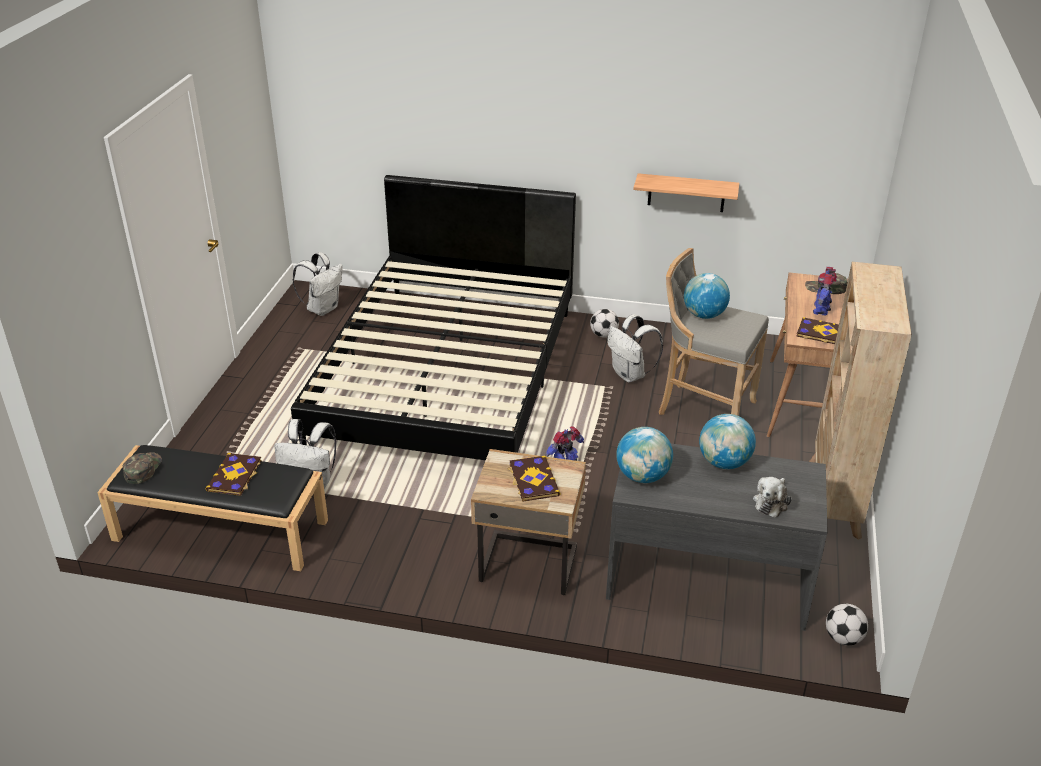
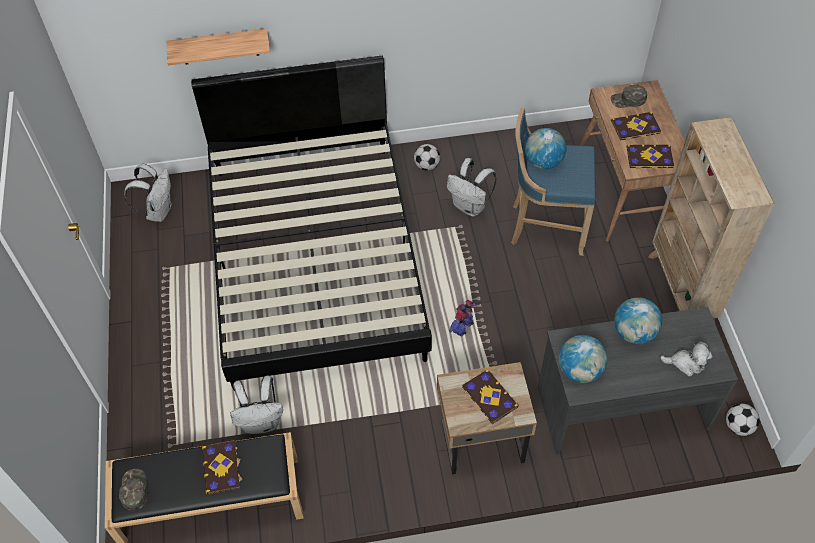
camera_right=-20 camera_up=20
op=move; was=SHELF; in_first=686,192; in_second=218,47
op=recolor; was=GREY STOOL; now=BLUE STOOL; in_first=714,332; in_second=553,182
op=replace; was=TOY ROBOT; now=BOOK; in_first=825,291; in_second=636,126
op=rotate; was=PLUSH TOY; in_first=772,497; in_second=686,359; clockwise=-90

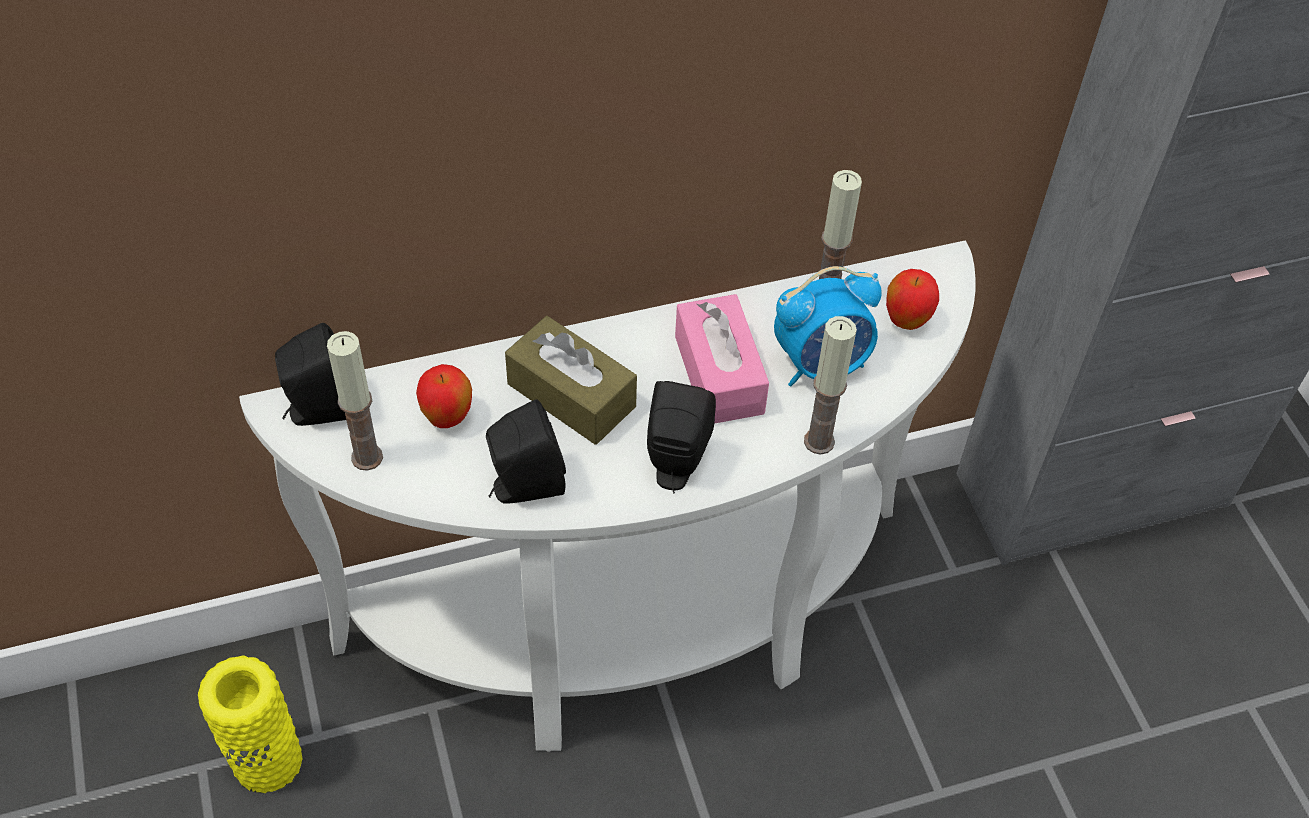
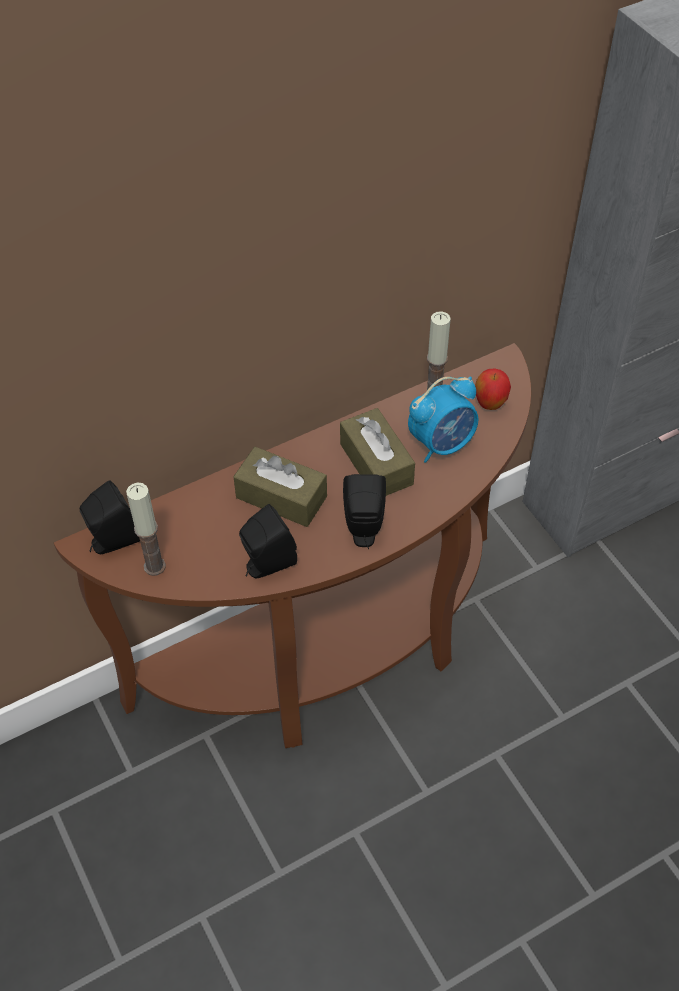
camera_right=-10 camera_up=0
op=recolor; was=WHITE CONSOLE TABLE; now=BROWN CONSOLE TABLE; in_first=607,496; in_second=292,545
op=recolor; was=PINK TISSUE BOX; now=BROWN TISSUE BOX; in_first=722,359; in_second=377,452
op=delete; was=YELLOW VASE; in_first=250,725
op=delete; was=APPLE; in_first=444,396
op=delete; was=CANDLE; in_first=830,385

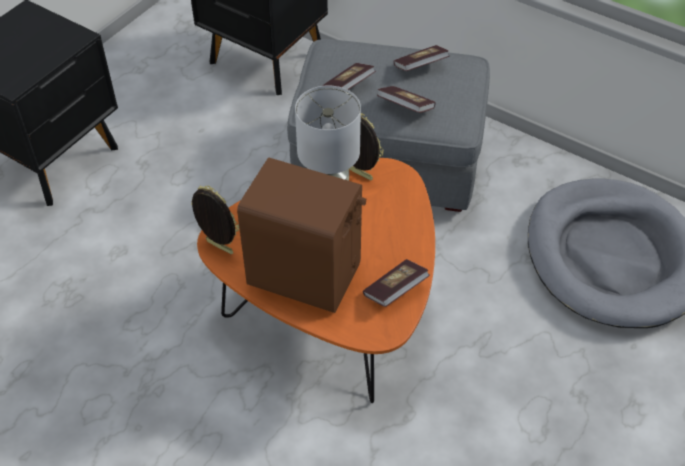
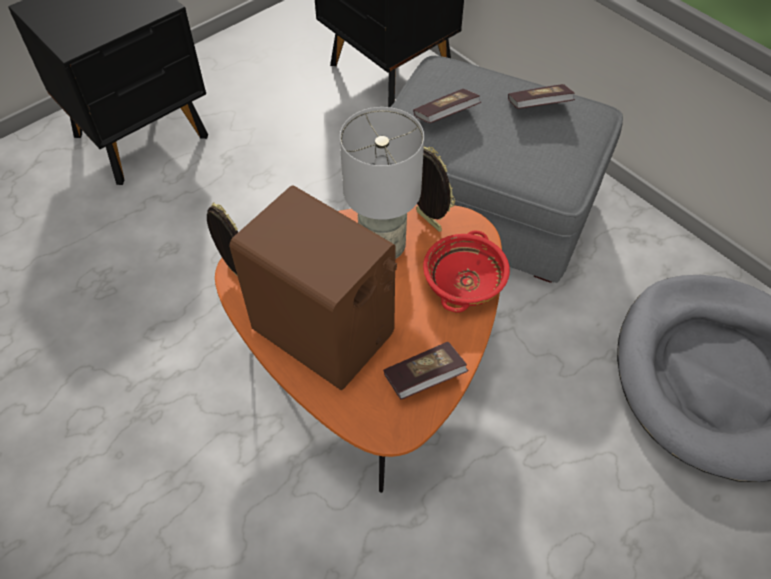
camera_right=15 camera_up=5
op=insert; now=RED BOWL; in_second=466,272
op=delete; was=BOOK; in_first=406,99

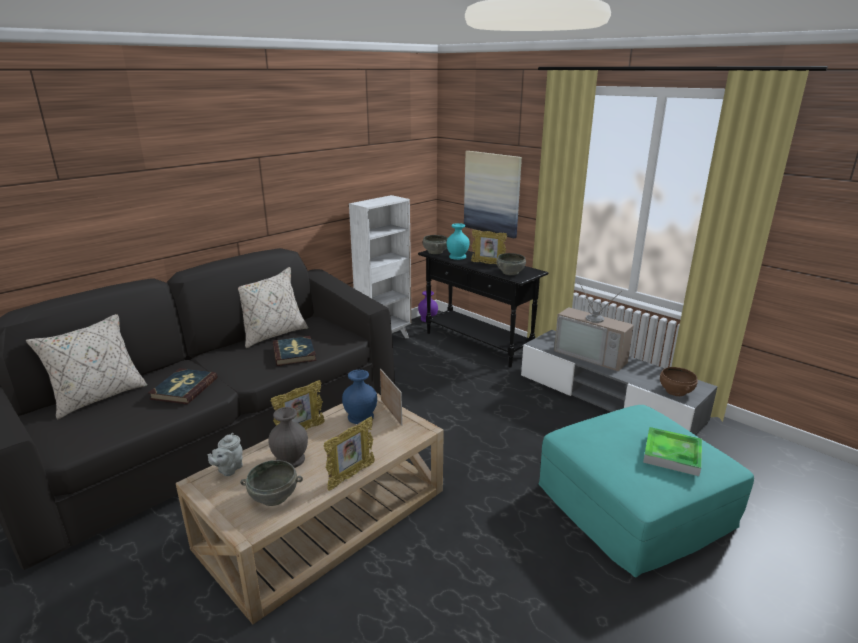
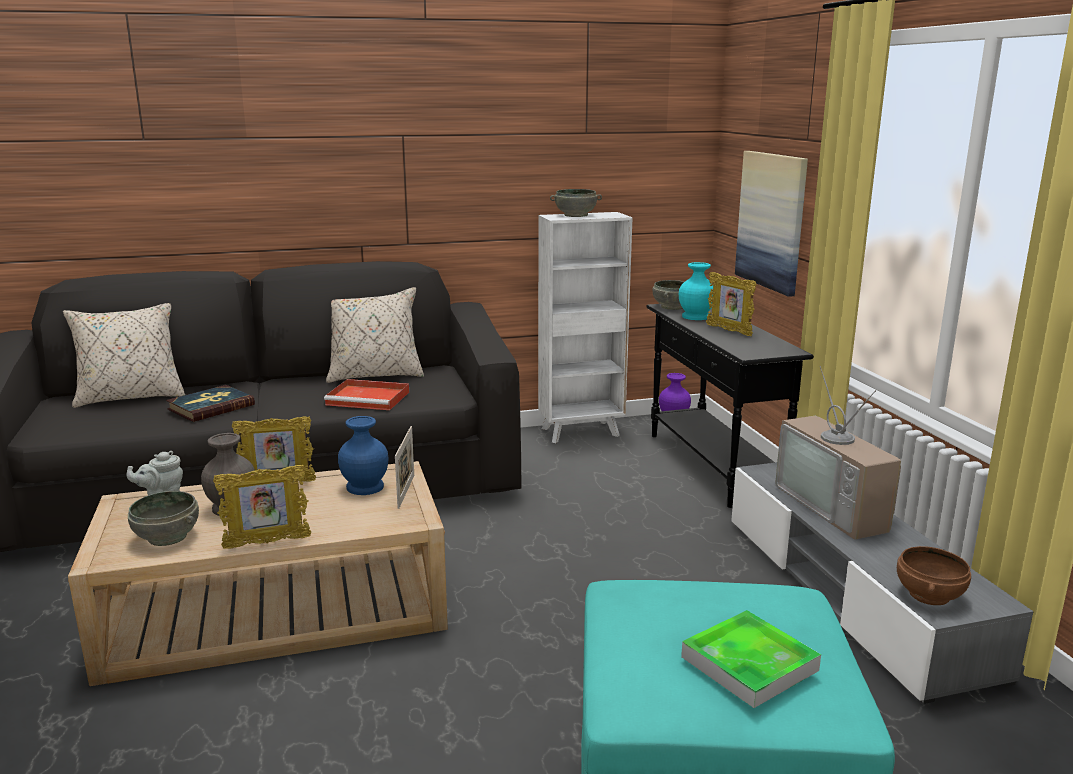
camera_right=30 camera_up=-5
op=replace; was=BOOK; now=RED TRAY; in_first=294,351; in_second=366,394
op=move; was=GREY BOWL; in_first=511,264; in_second=576,203

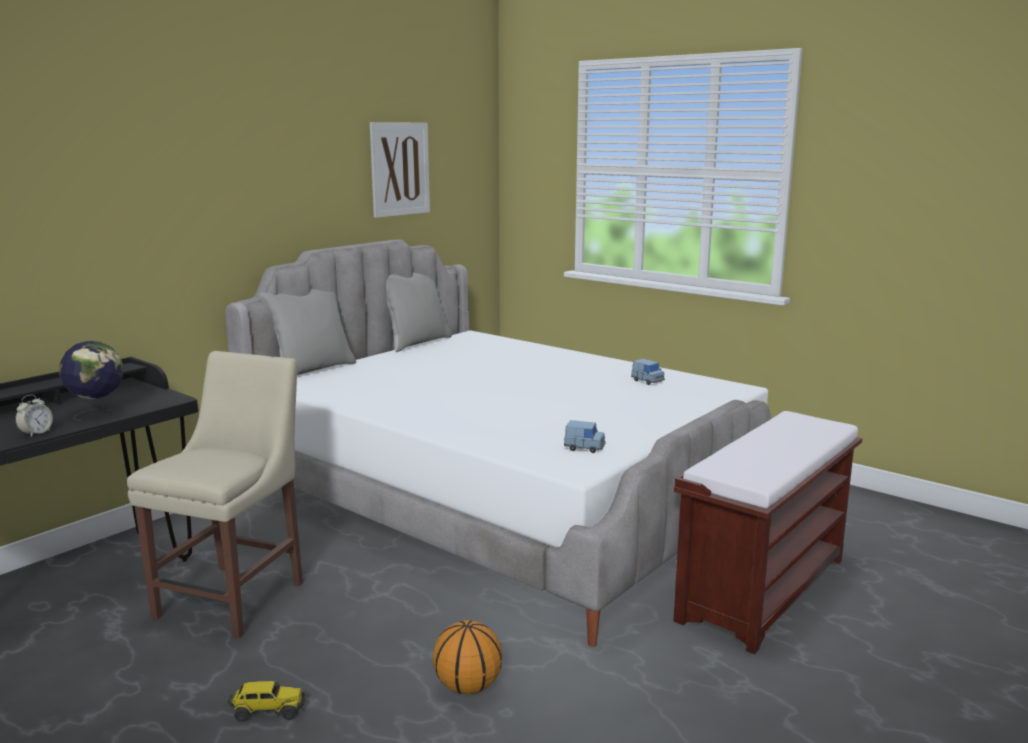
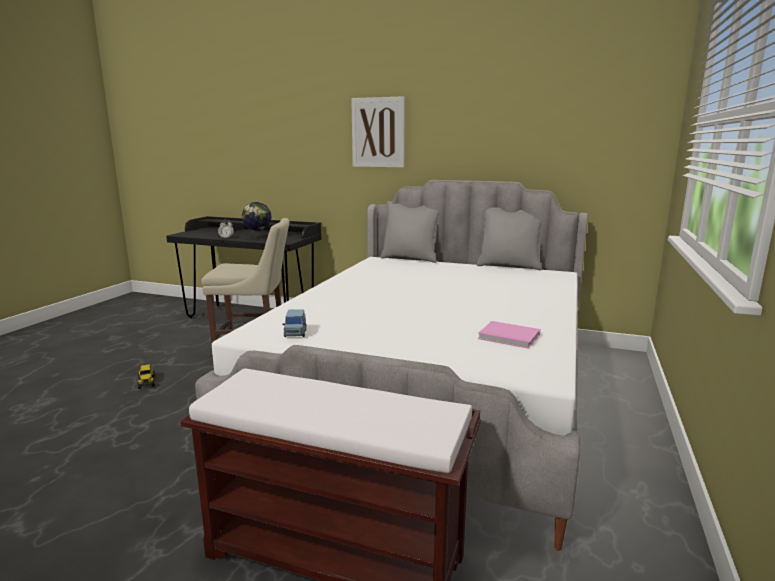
camera_right=70 camera_up=0
op=move; was=PICTURE; in_first=400,170; in_second=378,132
op=replace; was=BLUE TOY CAR; now=PINK BOOK; in_first=648,372; in_second=509,335
op=delete; was=BASKETBALL; in_first=467,657

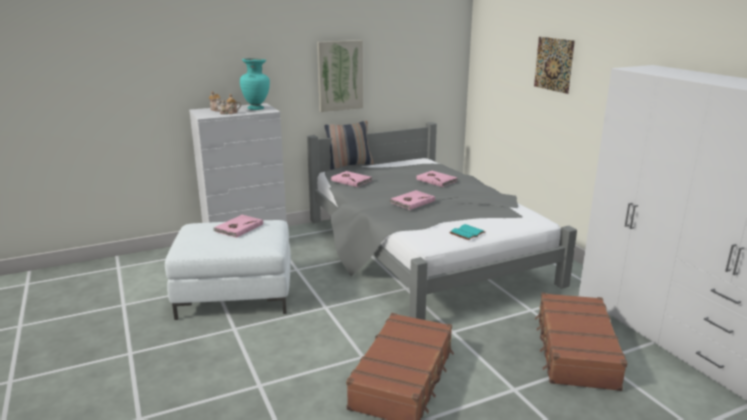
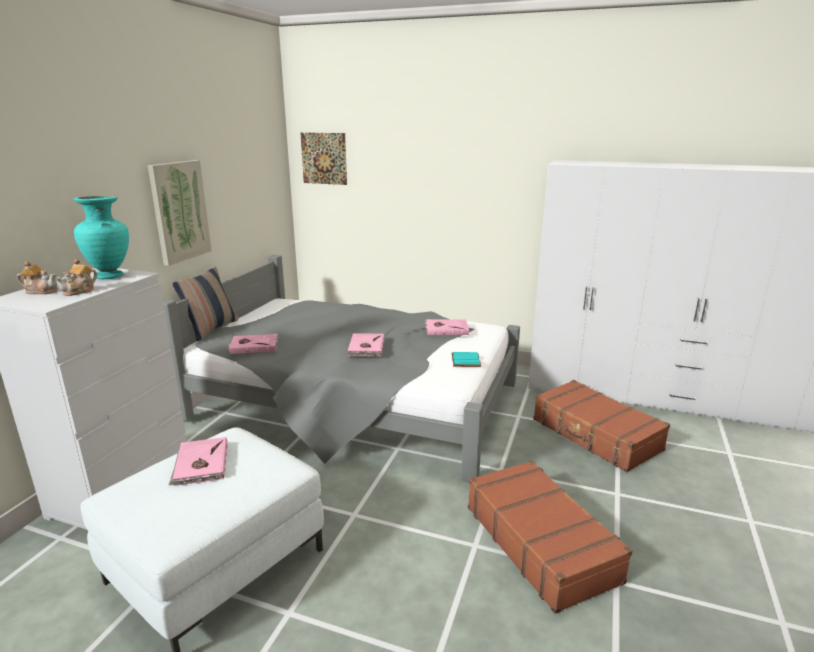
camera_right=-45 camera_up=0
op=move; was=PICTURE; in_first=554,65; in_second=323,159
op=move; was=PINK BOOK; in_first=437,179; in_second=447,327

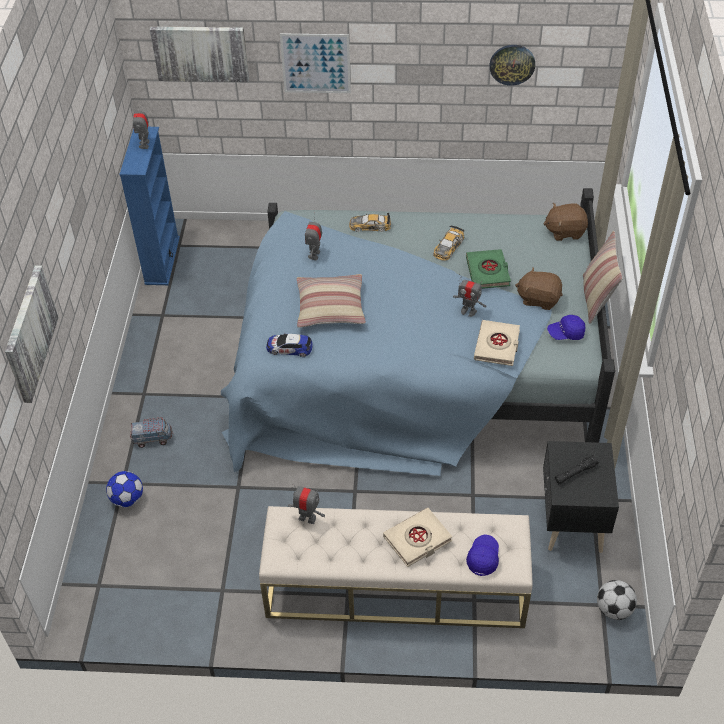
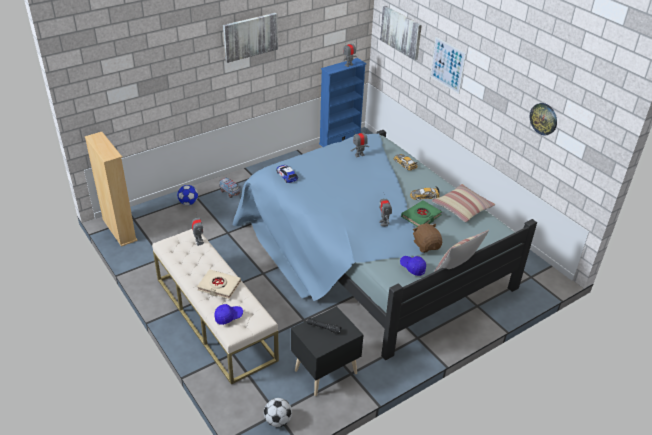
camera_right=50 camera_up=-10
op=insert; now=BEIGE BOOKCASE; in_second=111,189
op=move; was=PICTURE; in_first=31,334; in_second=250,38
op=move; was=PILLOW; in_first=331,301; in_second=463,203
op=delete; was=BEIGE BOOK; in_first=497,343
op=delete; was=BROWN PLUSH TOY; in_first=565,222

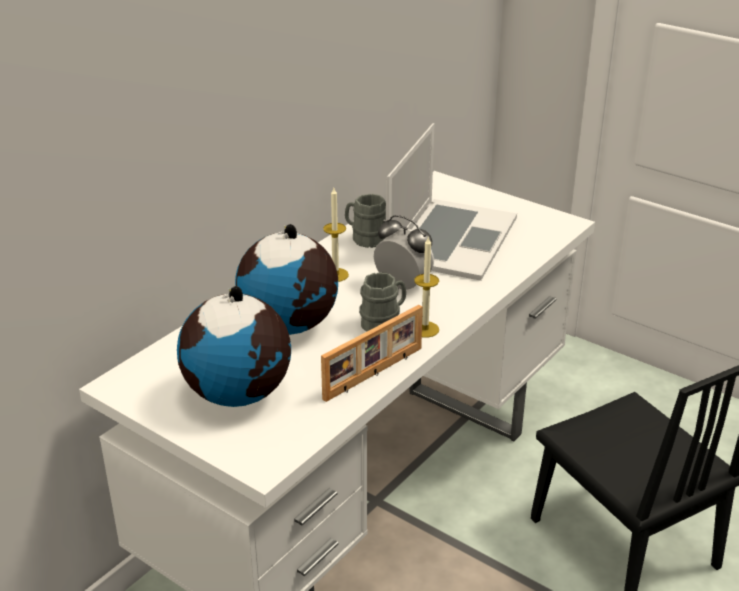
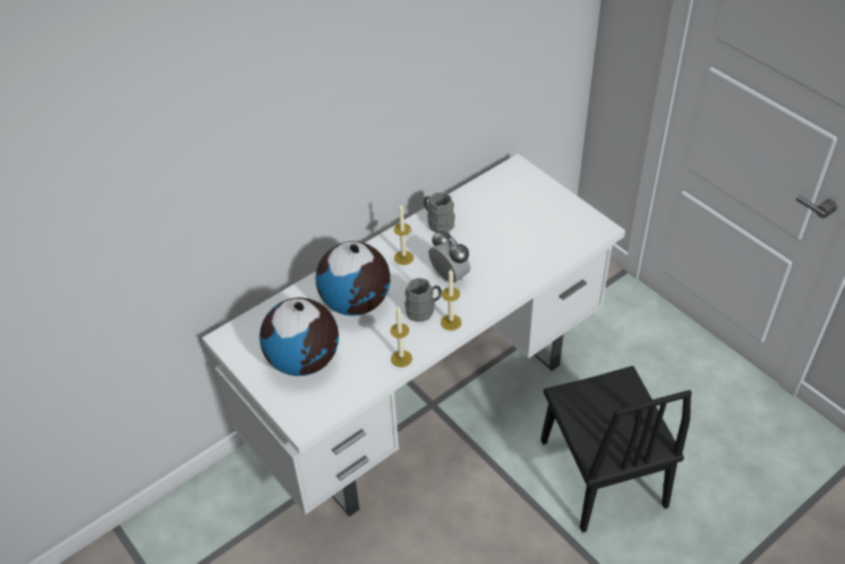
camera_right=15 camera_up=15
op=replace; was=PICTURE FRAME; now=CANDLE; in_first=372,353; in_second=401,336
op=delete; was=LAPTOP; in_first=451,202

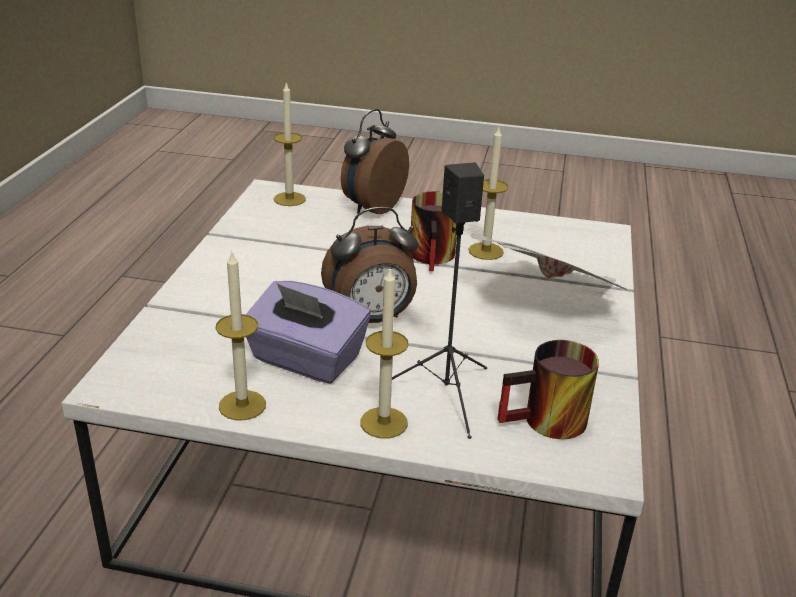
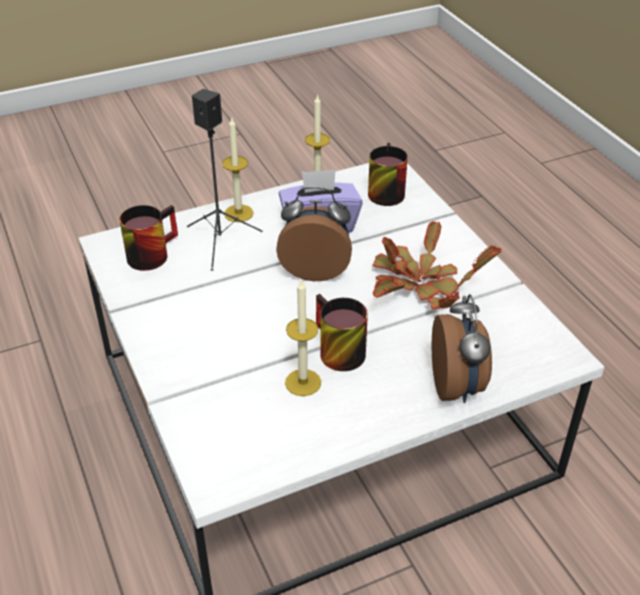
camera_right=145 camera_up=10
op=rotate; was=ALARM CLOCK; in_first=370,265; in_second=314,233; clockwise=60
op=insert; now=MUG; in_second=388,174
op=insert; now=POTTED PLANT; in_second=437,264
op=delete; was=CANDLE; in_first=290,143
op=delete; was=NEWSPAPER; in_first=549,262

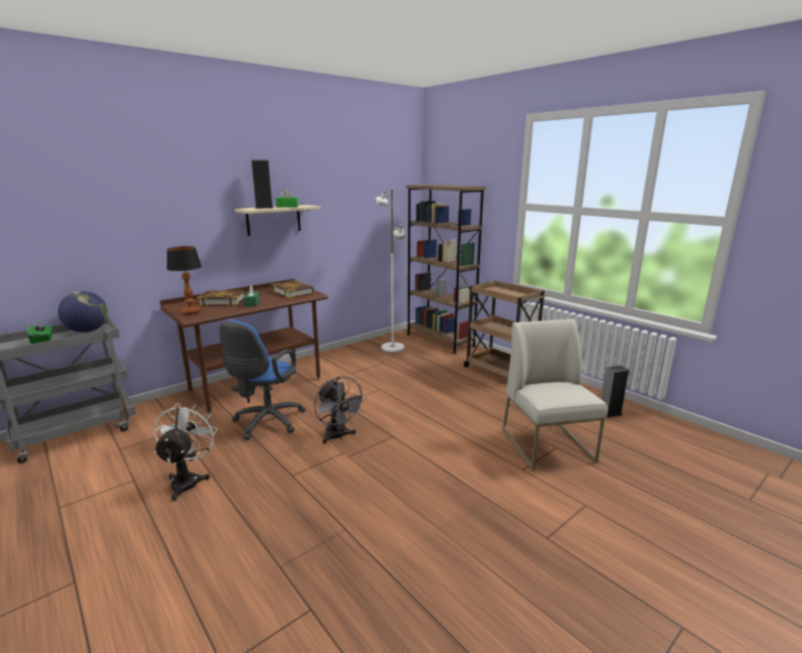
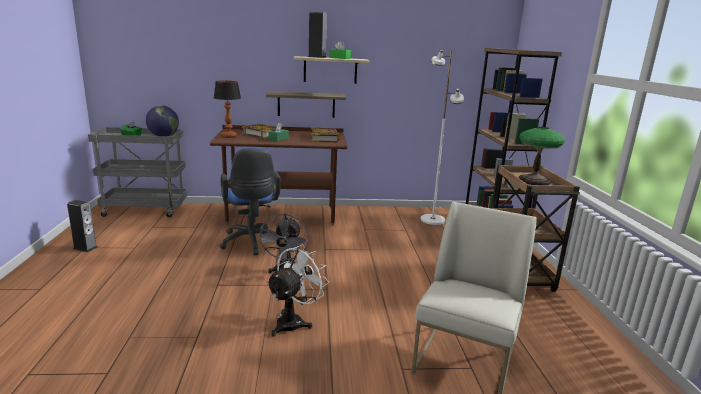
camera_right=35 camera_up=0
op=move; was=SPEAKER; in_first=615,391; in_second=82,226
op=rotate; was=BLUE OFFICE CHAIR; in_first=262,380; in_second=250,201; clockwise=-75
op=insert; now=SHELF; in_second=306,104
op=move; was=WHITE FAN; in_first=185,452; in_second=298,290
op=insert; now=TABLE LAMP; in_second=541,156

